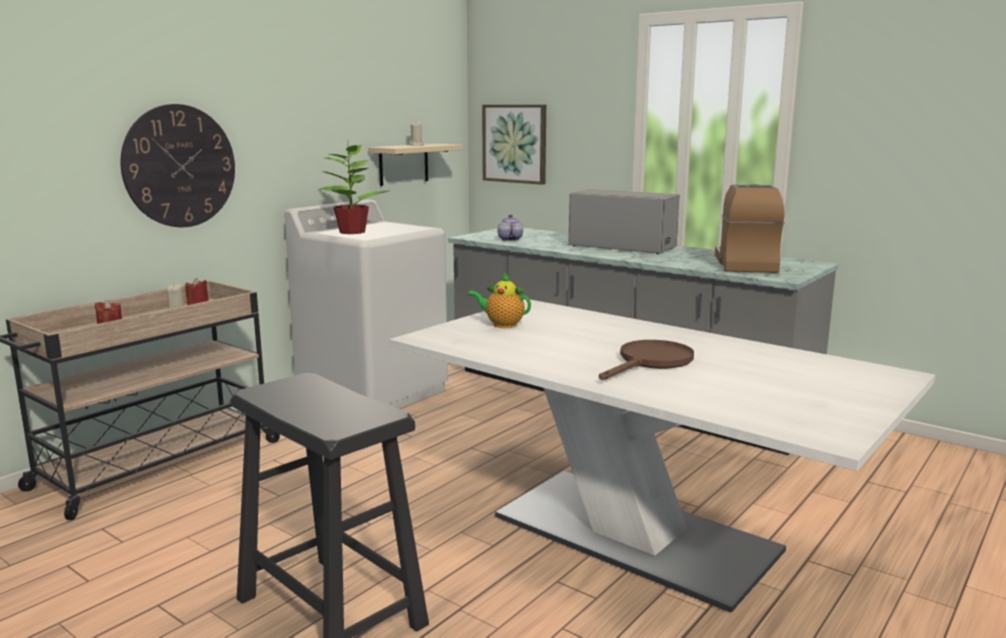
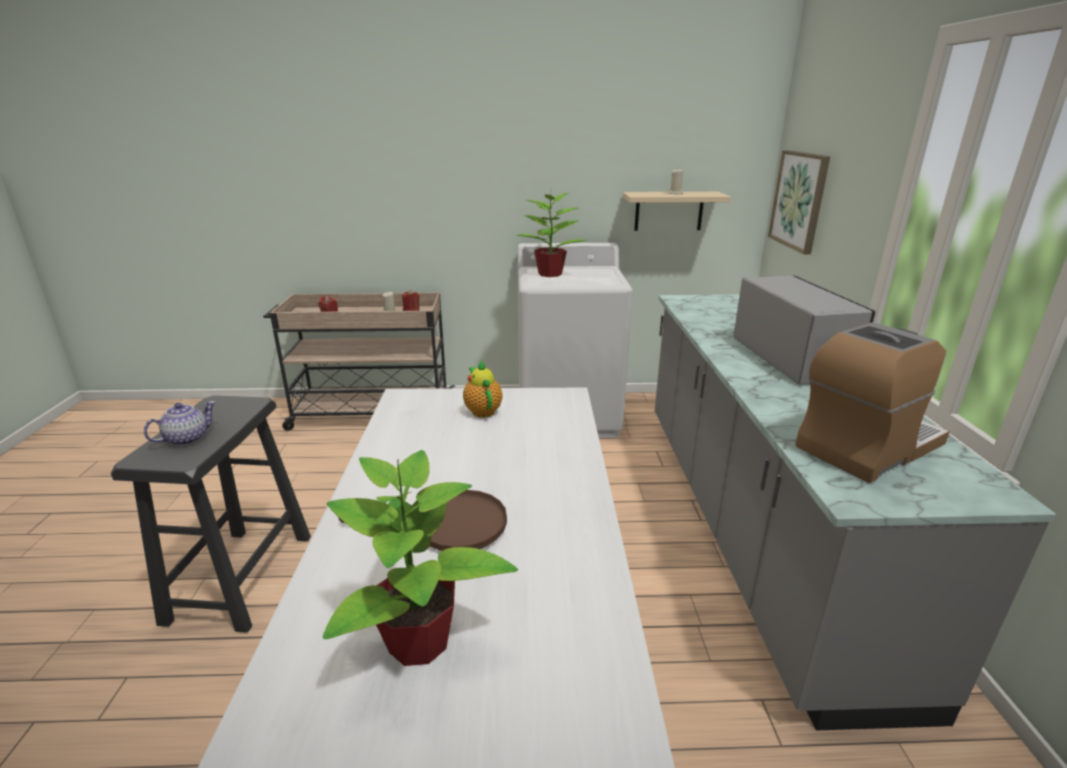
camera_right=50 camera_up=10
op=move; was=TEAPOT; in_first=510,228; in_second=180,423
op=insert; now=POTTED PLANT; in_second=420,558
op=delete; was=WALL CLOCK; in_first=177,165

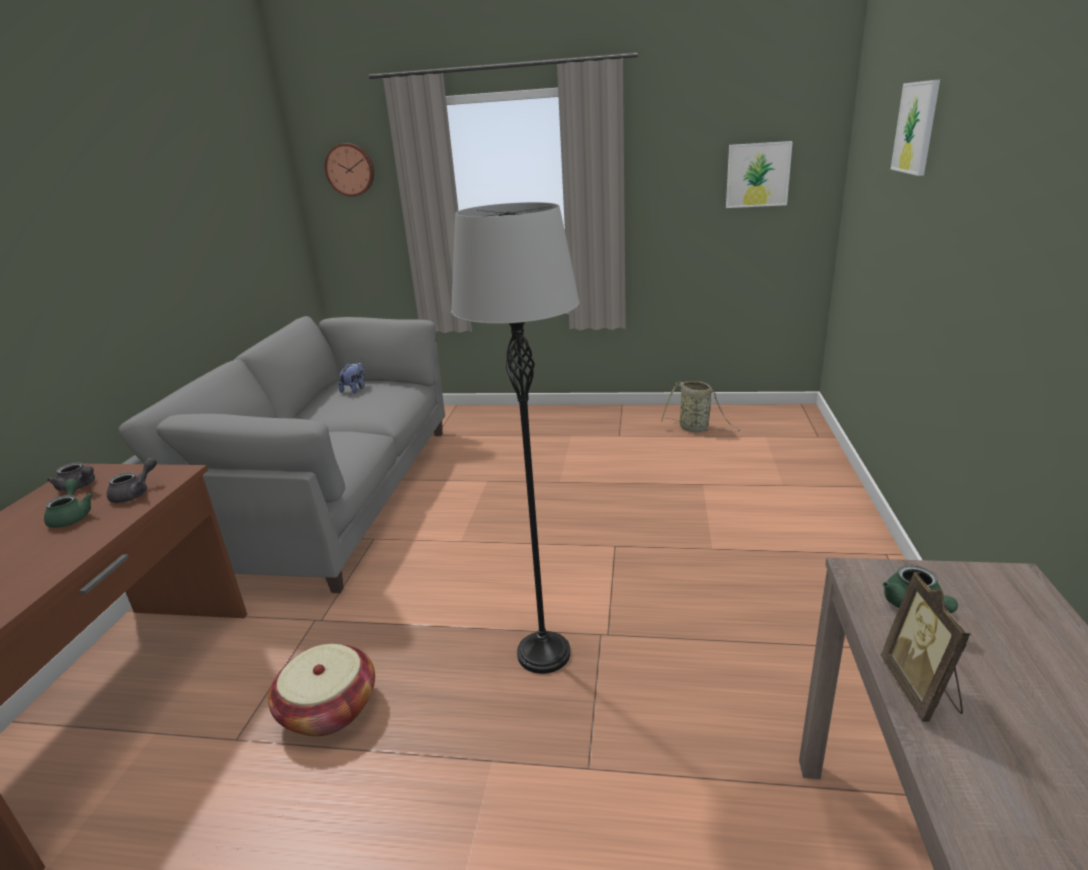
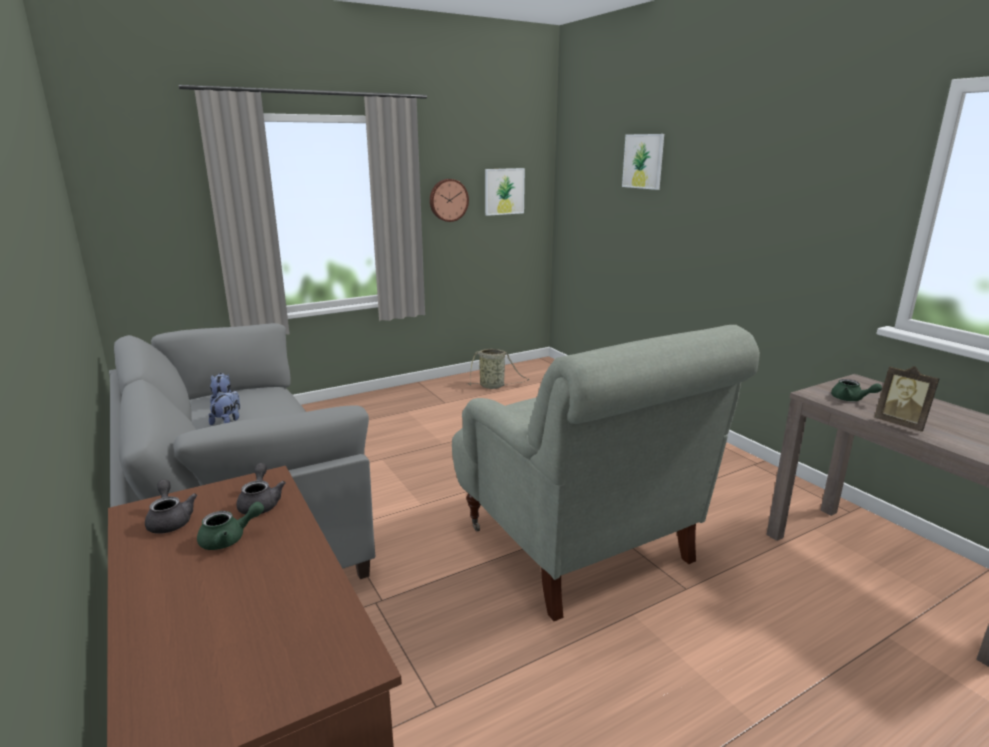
camera_right=-40 camera_up=-5
op=rotate; was=GREY TEAPOT; in_first=71,476; in_second=171,506; clockwise=-105
op=rotate; was=GREEN TEAPOT; in_first=68,503; in_second=230,526; clockwise=120
op=insert; now=PLUSH TOY; in_second=224,407
op=move; was=WALL CLOCK; in_first=349,170; in_second=449,200
op=replace; was=GREY FLOOR LAMP; now=GREY ARMCHAIR; in_first=515,438; in_second=606,473
op=delete; was=BASKET; in_first=321,690

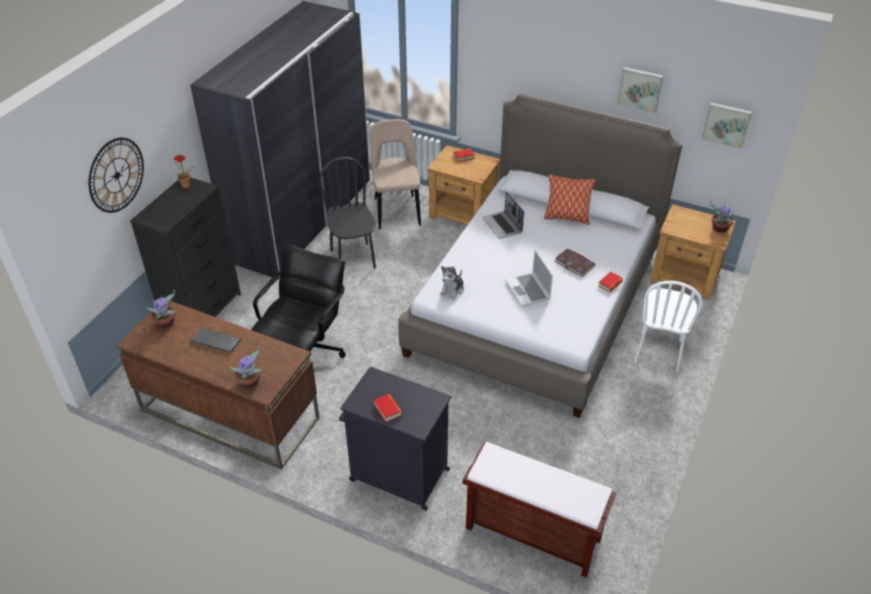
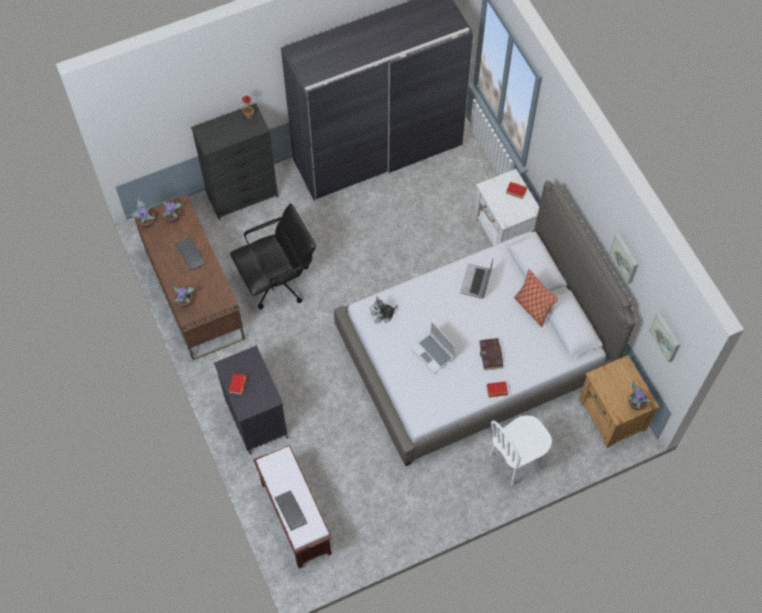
camera_right=40 camera_up=20
op=insert; now=POTTED PLANT; in_second=143,212
op=insert; now=KEYBOARD; in_second=290,510
op=rotate; was=LAPTOP; in_first=529,278; in_second=433,347; clockwise=-60
op=recolor; was=BROWN NIGHTSTAND; now=WHITE NIGHTSTAND; in_first=463,185; in_second=506,207
op=delete; was=WALL CLOCK; in_first=116,175
op=delete; was=BLACK CHAIR; in_first=347,212
op=delete; was=BEIGE CHAIR; in_first=396,174

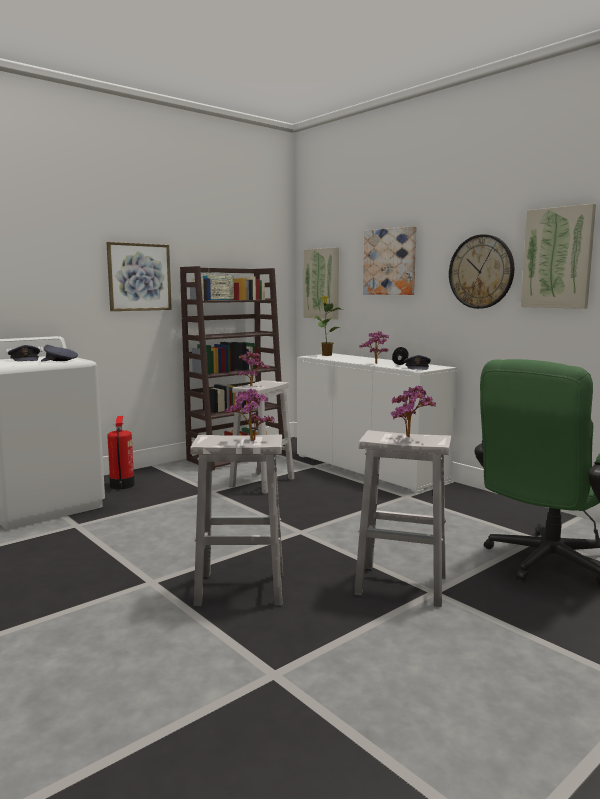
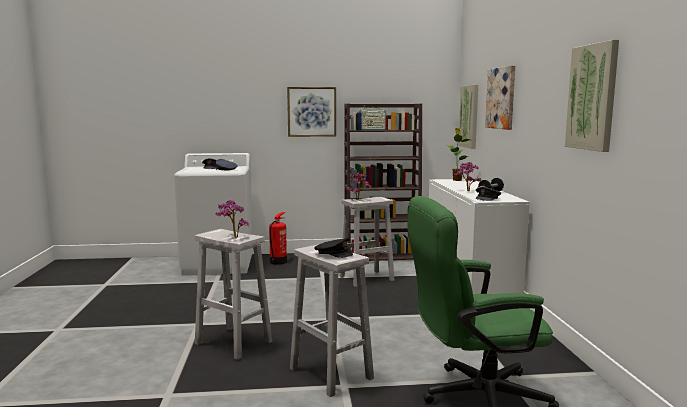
camera_right=35 camera_up=0
op=replace; was=POTTED PLANT; now=BLACK CAP; in_first=413,411; in_second=333,248
op=delete; was=WALL CLOCK; in_first=481,271

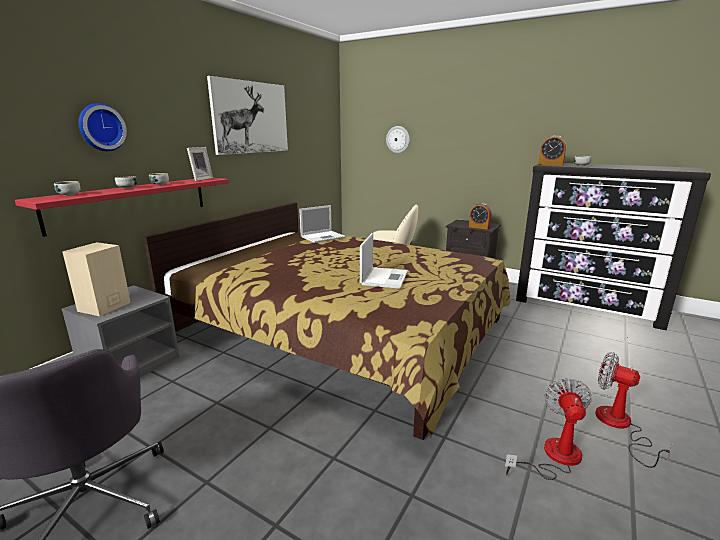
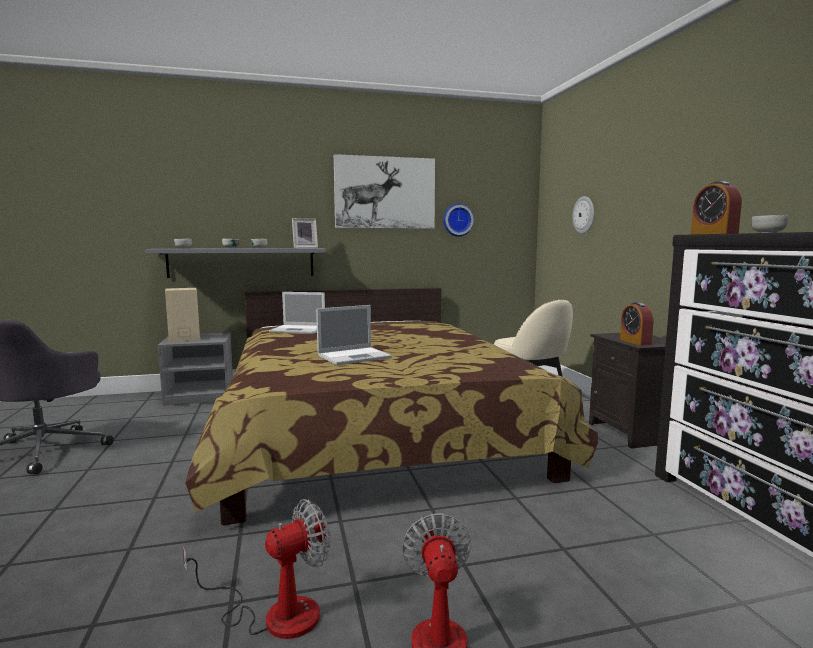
camera_right=45 camera_up=-10
op=recolor; was=RED SHELF; now=GREY SHELF; in_first=122,207; in_second=235,263
op=move; was=LAPTOP; in_first=322,224; in_second=297,313
op=move; was=WALL CLOCK; in_first=102,127; in_second=458,220

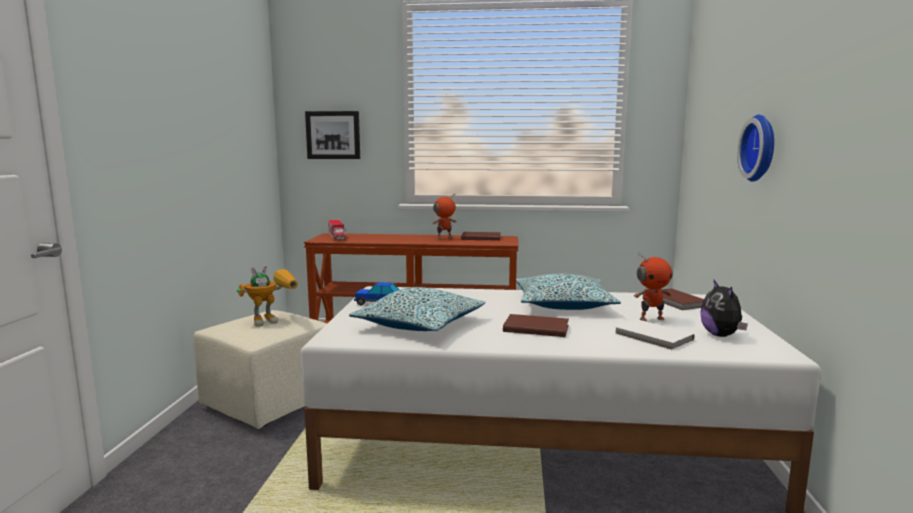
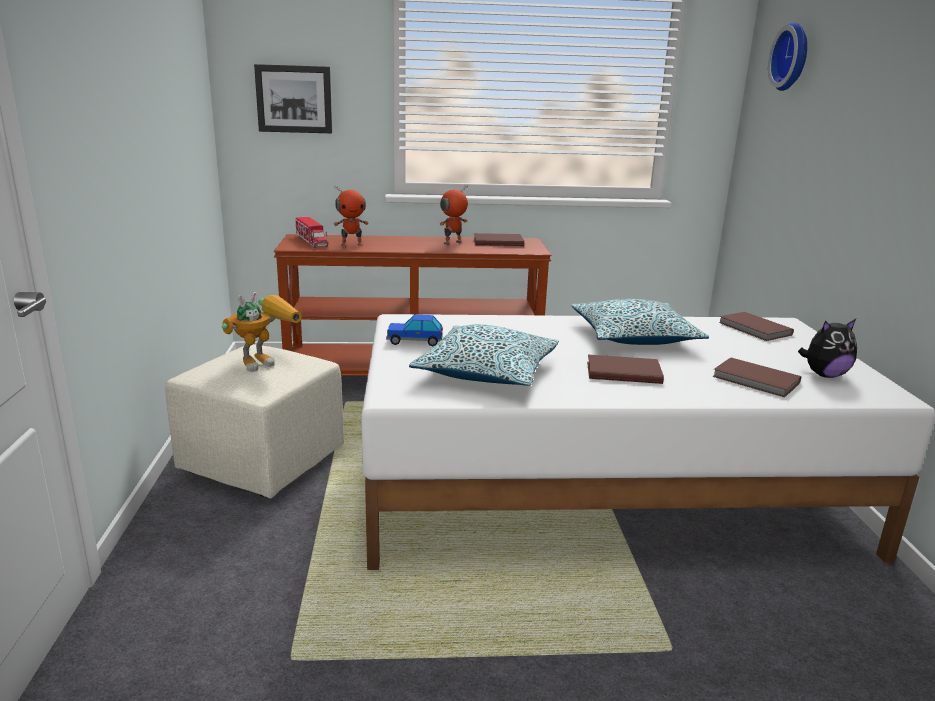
camera_right=-10 camera_up=10
op=move; was=TOY ROBOT; in_first=653,287; in_second=351,216
op=recolor; was=WHITE BOOK; now=BROWN BOOK; in_first=654,334; in_second=756,377
op=move; was=WALL CLOCK; in_first=755,148; in_second=787,56
op=rotate; was=PLUSH TOY; in_first=724,308; in_second=827,348; clockwise=-90

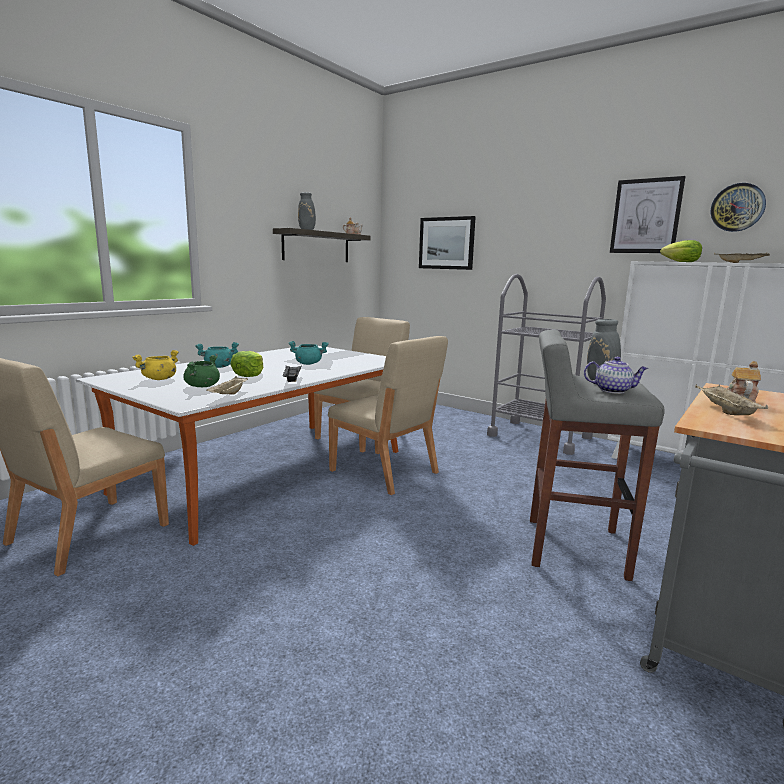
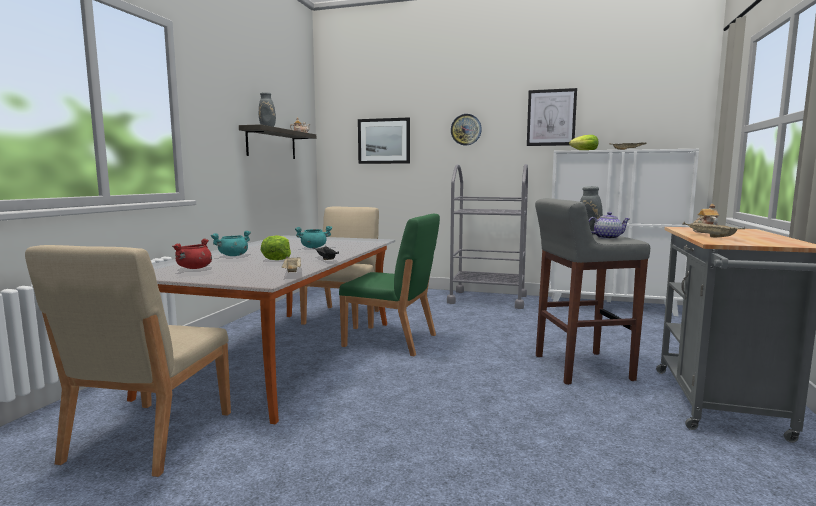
camera_right=-20 camera_up=-5
op=recolor; was=YELLOW COOKING POT; now=RED COOKING POT; in_first=156,365; in_second=192,253
op=recolor; was=BEIGE CHAIR; now=GREEN CHAIR; in_first=388,415; in_second=389,285
op=move; was=WALL CLOCK; in_first=738,207; in_second=466,130
op=delete; was=GREEN COOKING POT; in_first=201,371

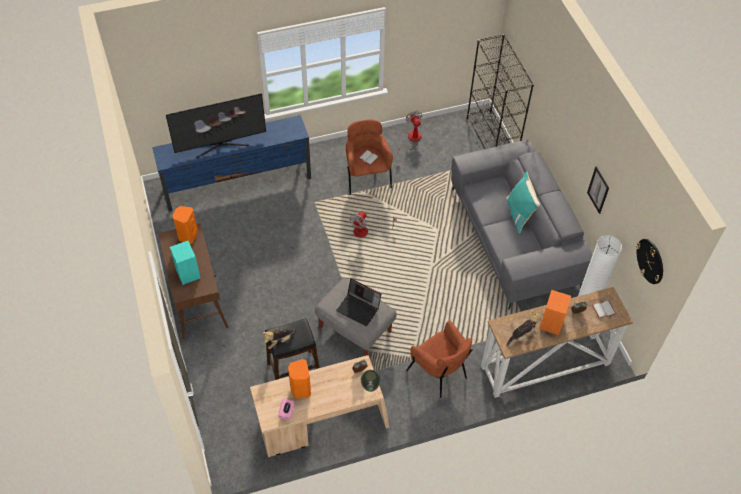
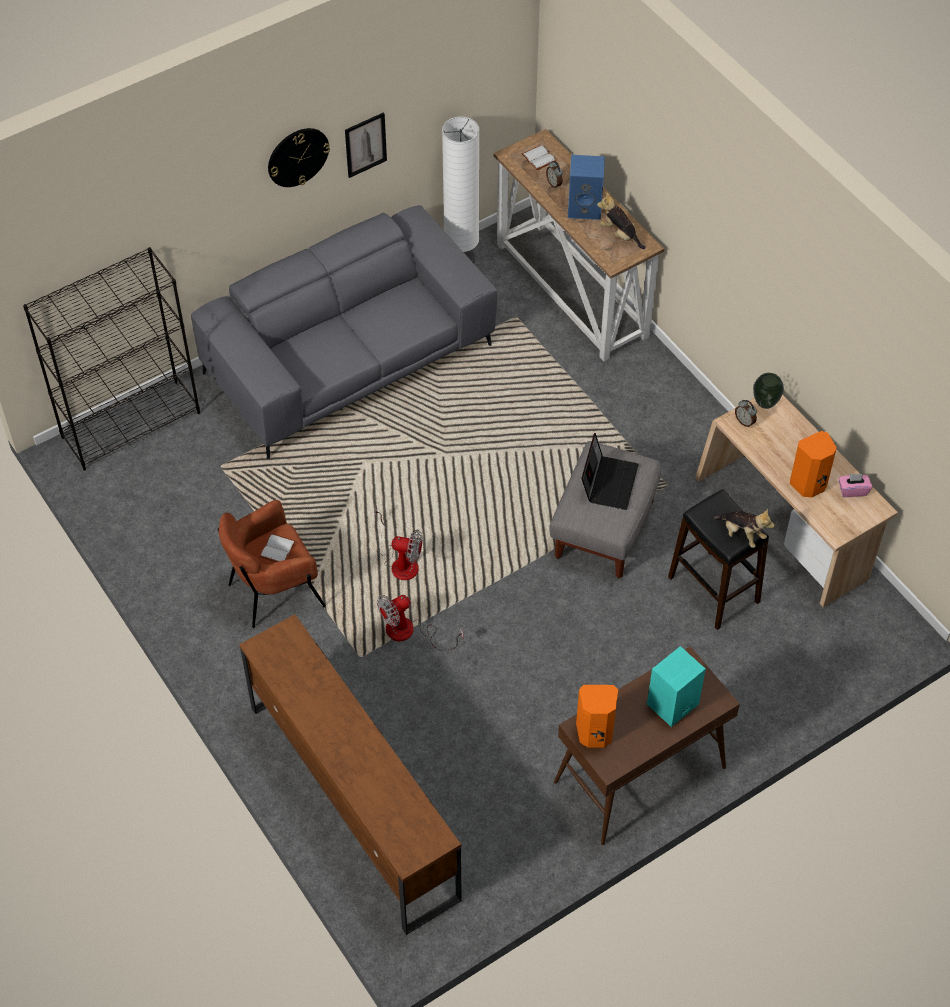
camera_right=-105 camera_up=0
op=recolor; was=BLUE TV STAND; now=BROWN TV STAND; in_first=231,163; in_second=350,774
op=move; was=WALL CLOCK; in_first=649,261; in_second=299,157
op=move; was=FAN; in_first=409,131; in_second=420,623
op=recolor; was=ORANGE SPEAKER; now=BLUE SPEAKER; in_first=555,312; in_second=586,187
op=delete; was=TELEVISION; in_first=216,125
op=delete; was=BROWN ARMCHAIR; in_first=439,359
op=delete; was=TURQUOISE PILLOW; in_first=523,202

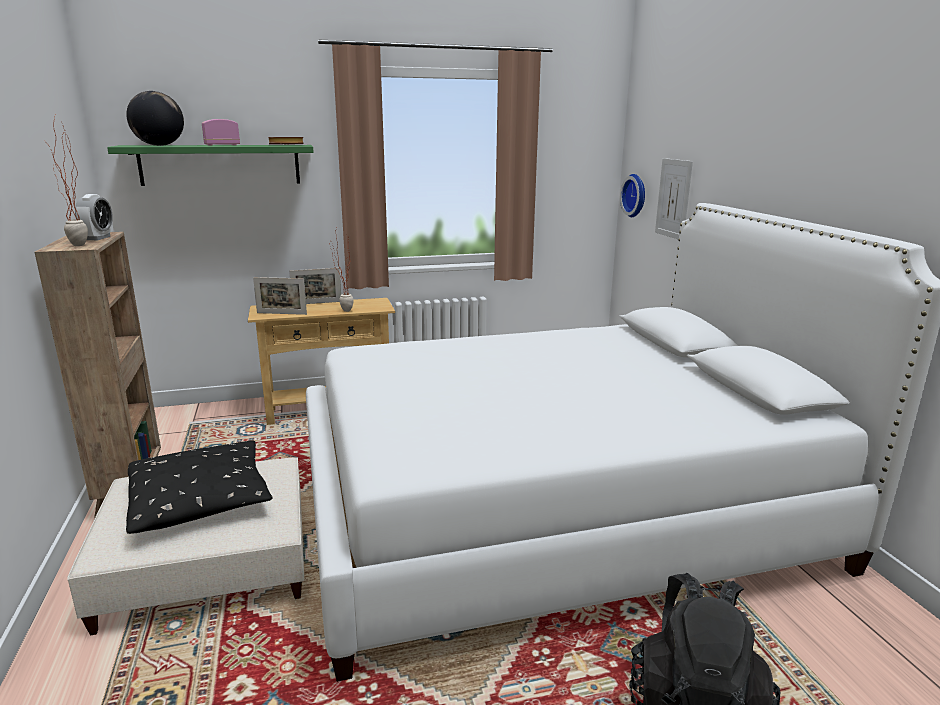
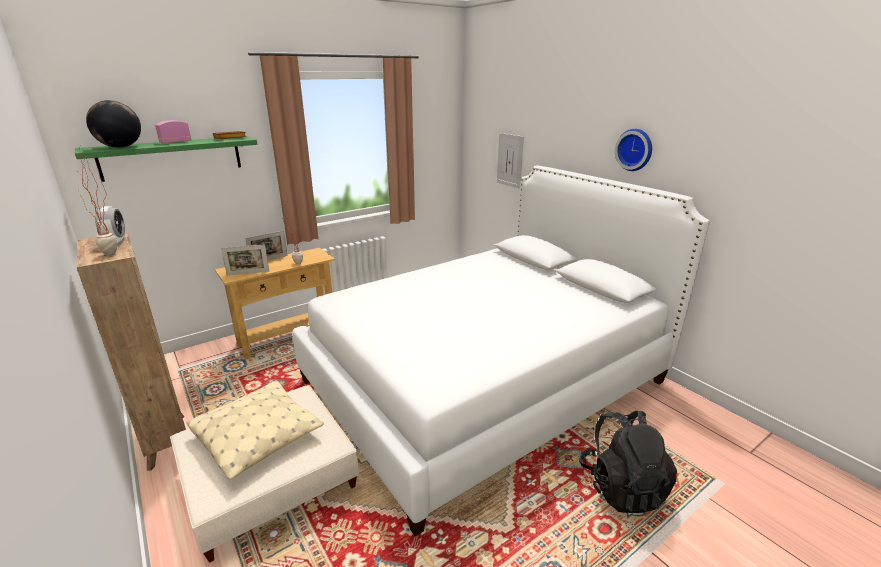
camera_right=-20 camera_up=5
op=recolor; was=BLACK PILLOW; now=BEIGE PILLOW; in_first=199,487; in_second=255,430
op=move; was=WALL CLOCK; in_first=632,195; in_second=633,150

